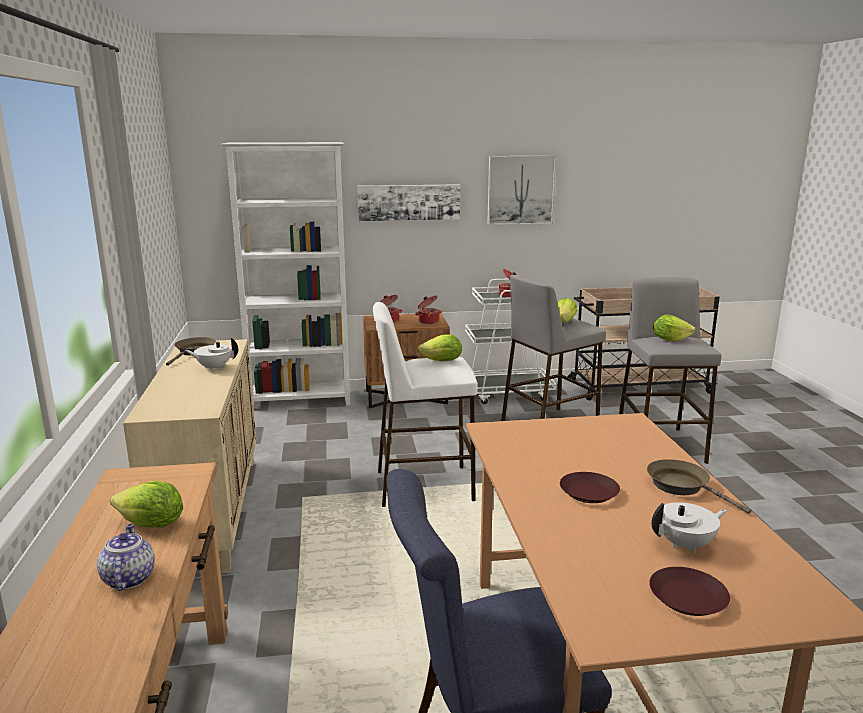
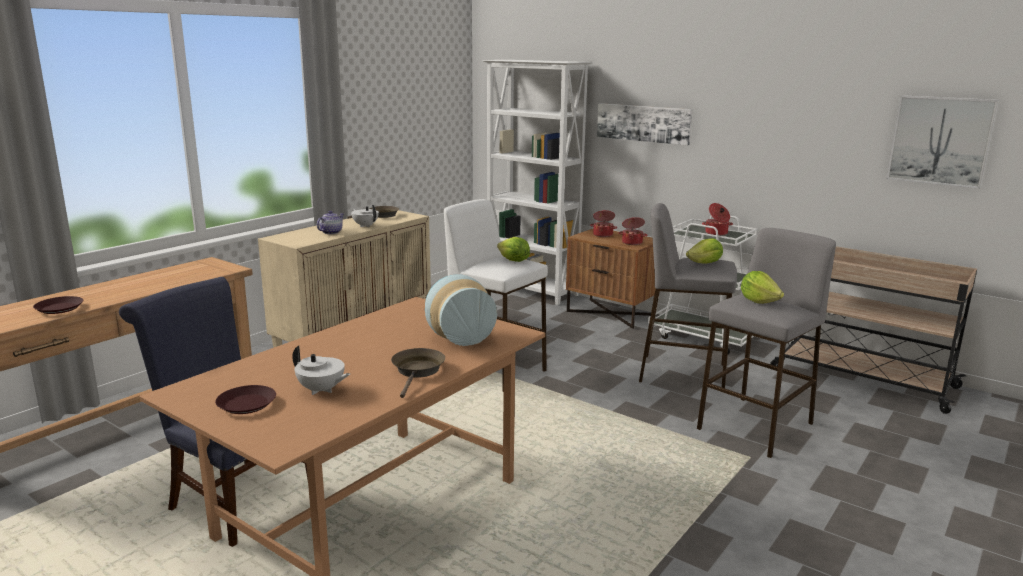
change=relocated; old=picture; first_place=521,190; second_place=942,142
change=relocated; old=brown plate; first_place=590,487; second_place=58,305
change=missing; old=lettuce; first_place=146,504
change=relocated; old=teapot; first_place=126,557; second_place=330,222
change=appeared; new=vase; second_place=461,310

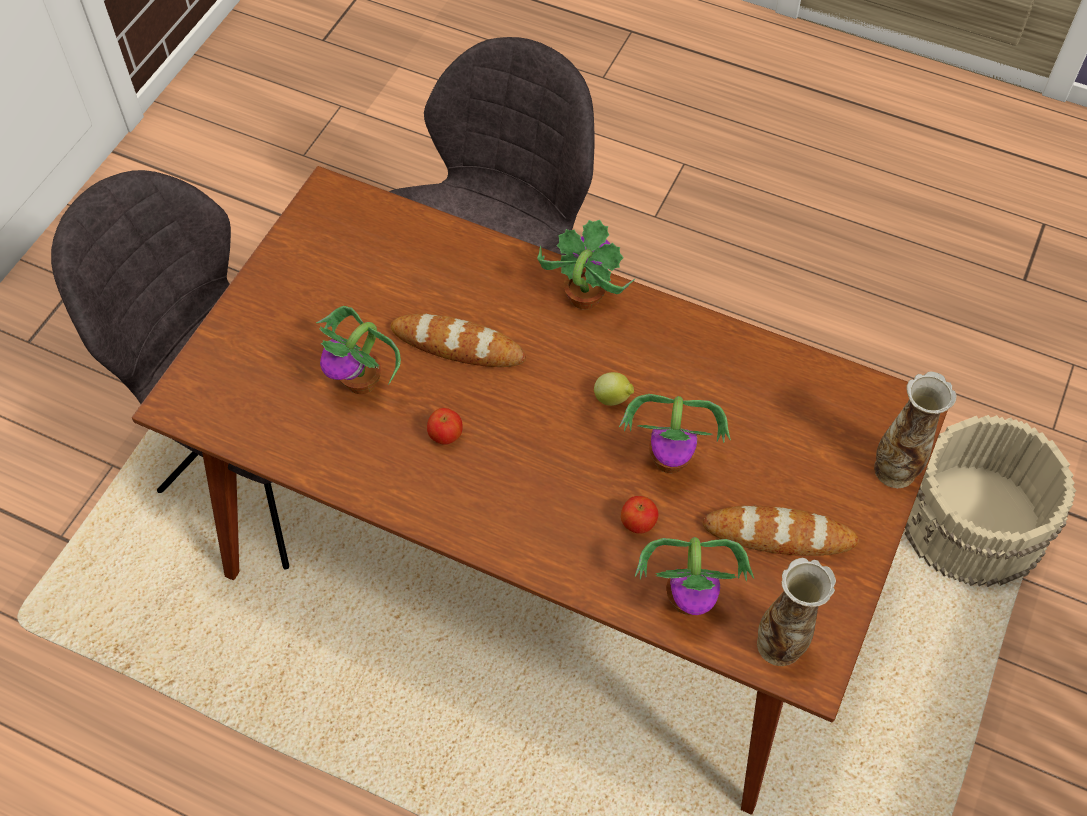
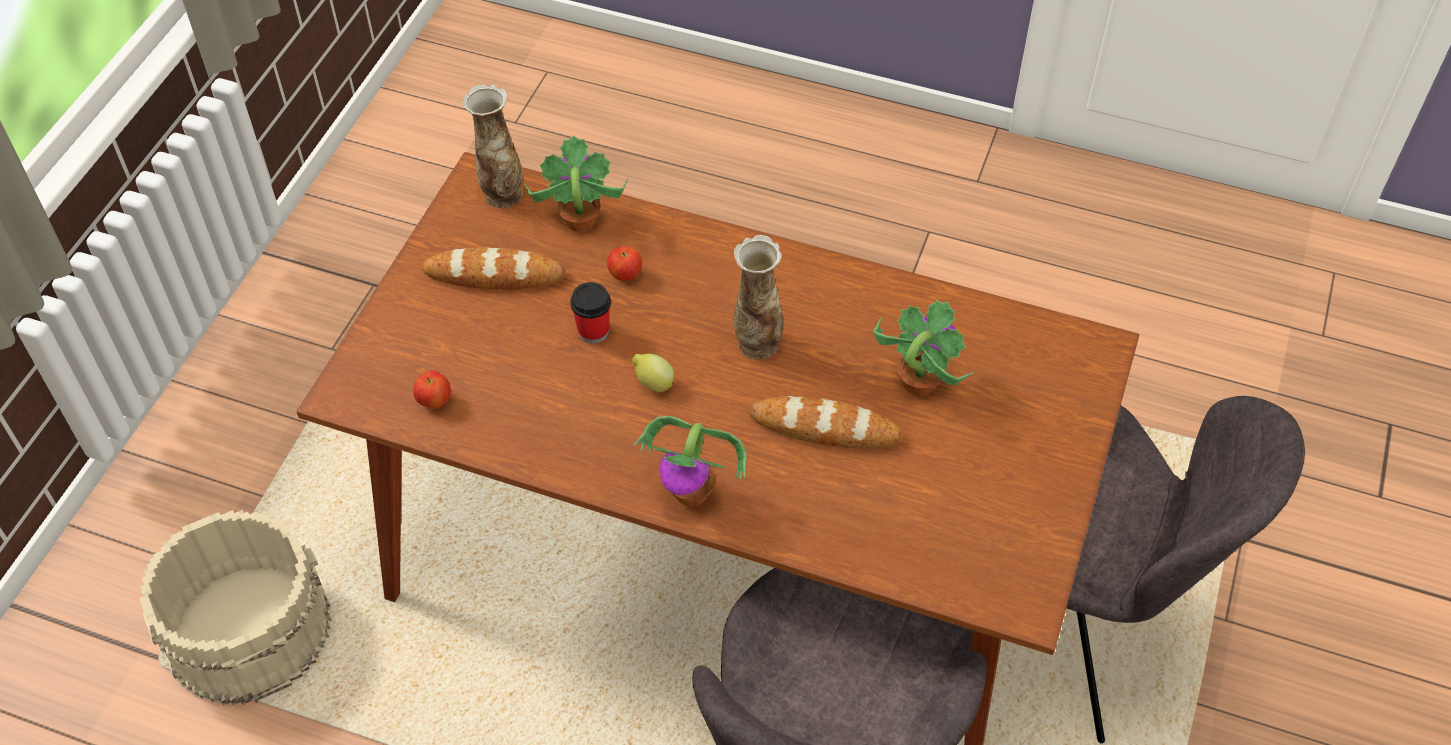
change=relocated; old=vase; first_place=915,429; second_place=758,297
change=exchanged; old=potted plant; new=cup; first_place=675,433; second_place=590,312
change=relocated; old=apple; first_place=445,426; second_place=432,389

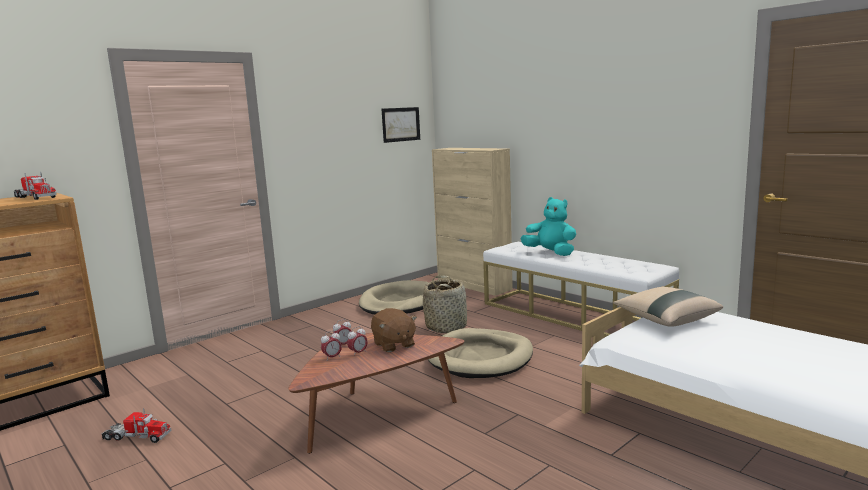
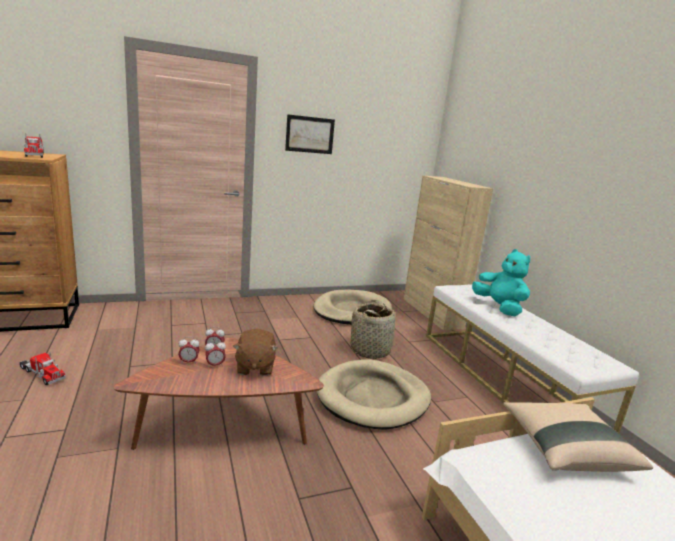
change=relocated; old=picture; first_place=401,125; second_place=310,134

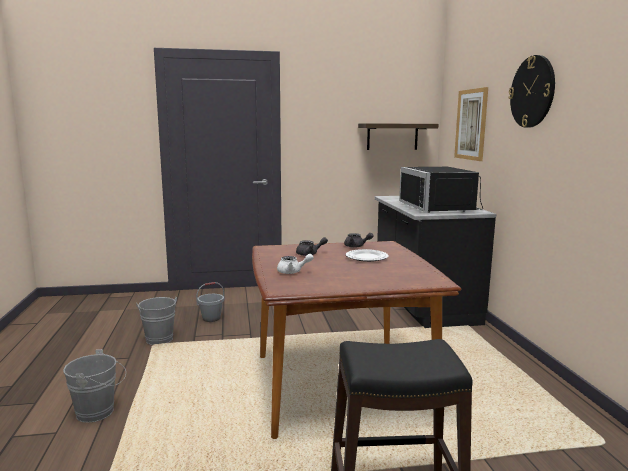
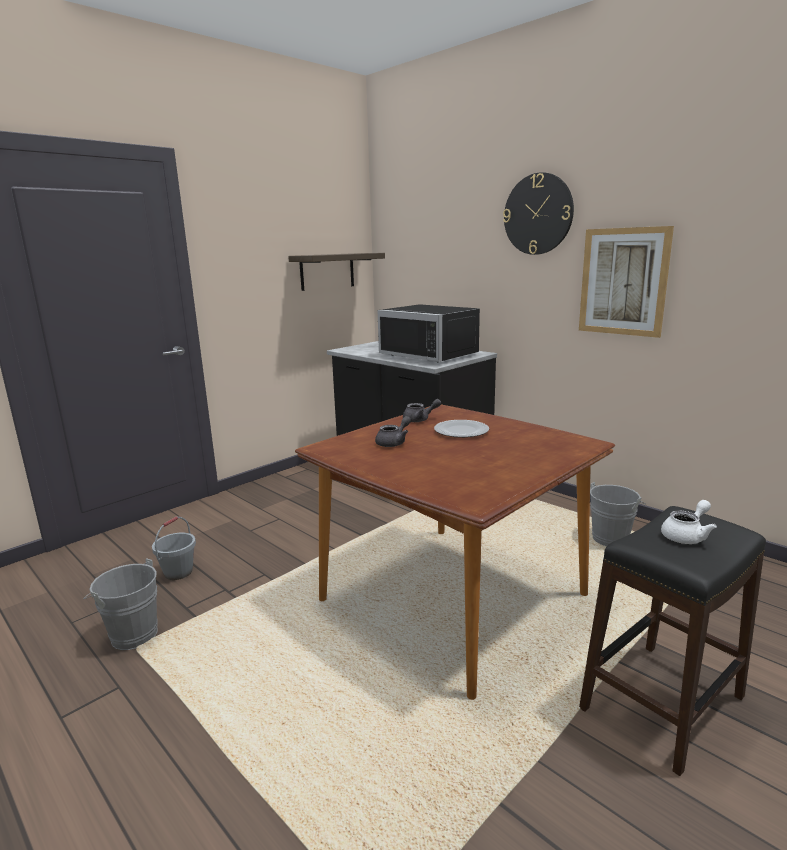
change=relocated; old=picture; first_place=471,124; second_place=626,282
change=relocated; old=white teapot; first_place=295,264; second_place=689,522
change=relocated; old=grey bucket; first_place=94,386; second_place=617,514

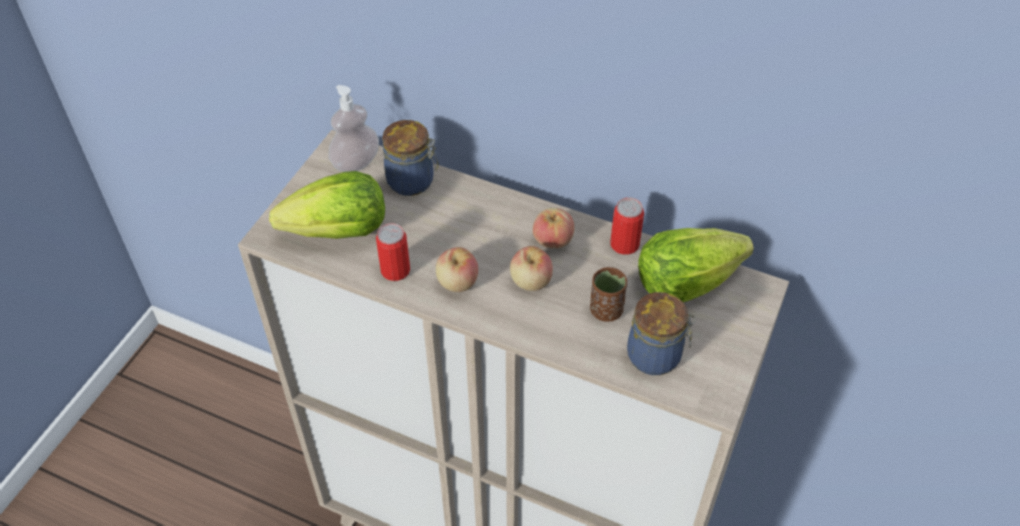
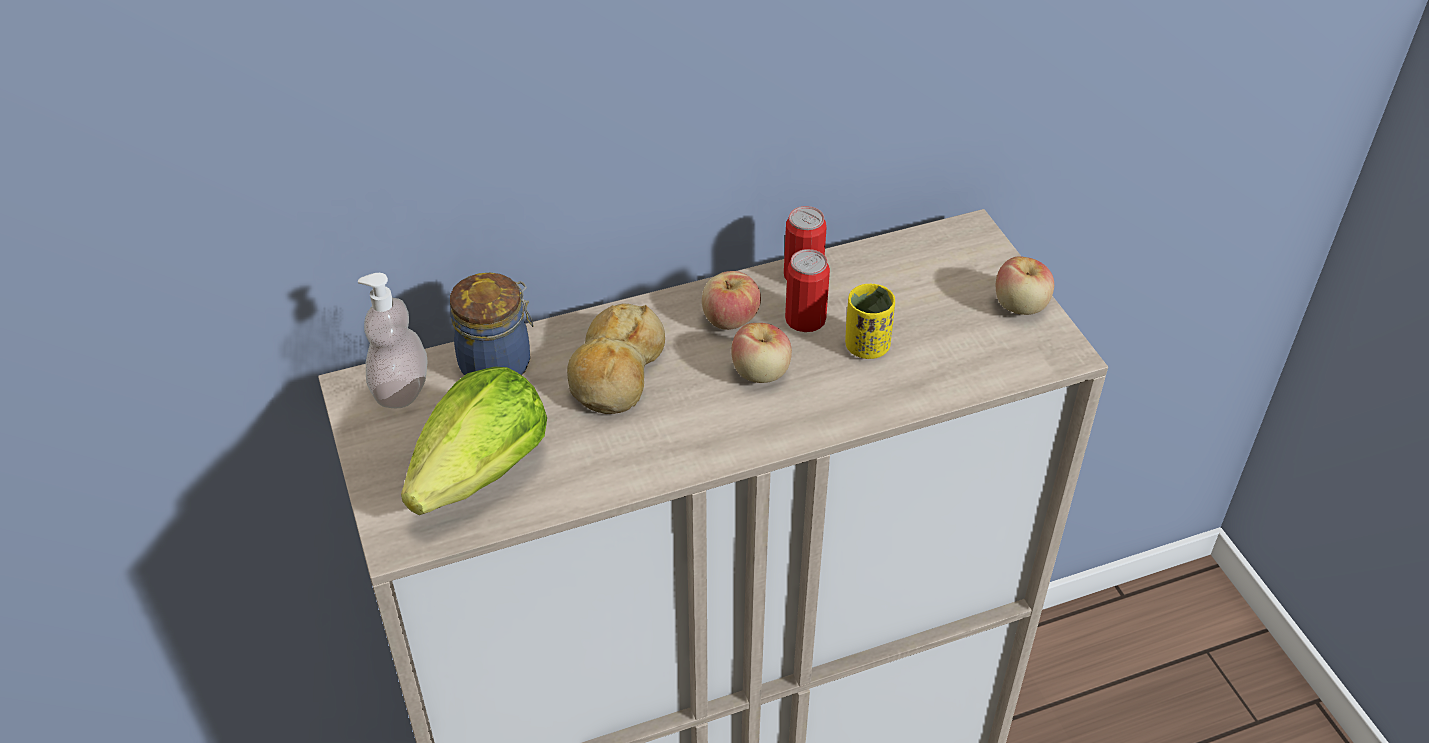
change=relocated; old=can; first_place=393,252; second_place=807,290
change=missing; old=lettuce; first_place=696,265
change=relocated; old=apple; first_place=457,269; second_place=1025,285
change=colour; old=brown cup; new=yellow cup; first_place=608,294; second_place=870,321
change=missing; old=jar; first_place=661,333
change=appeared; new=bread; second_place=616,358

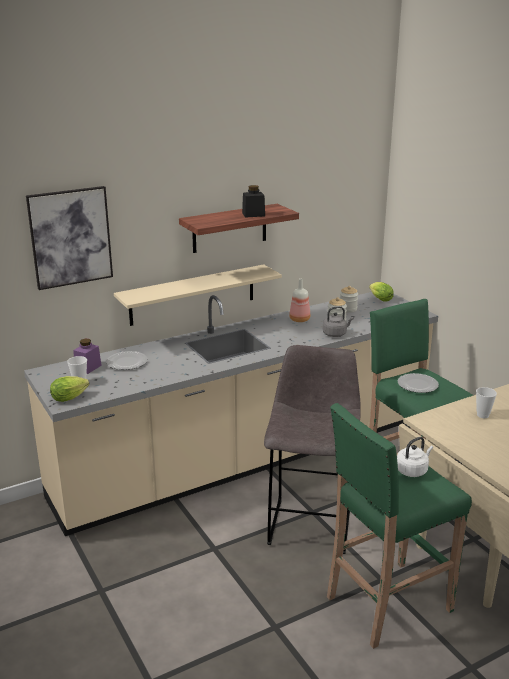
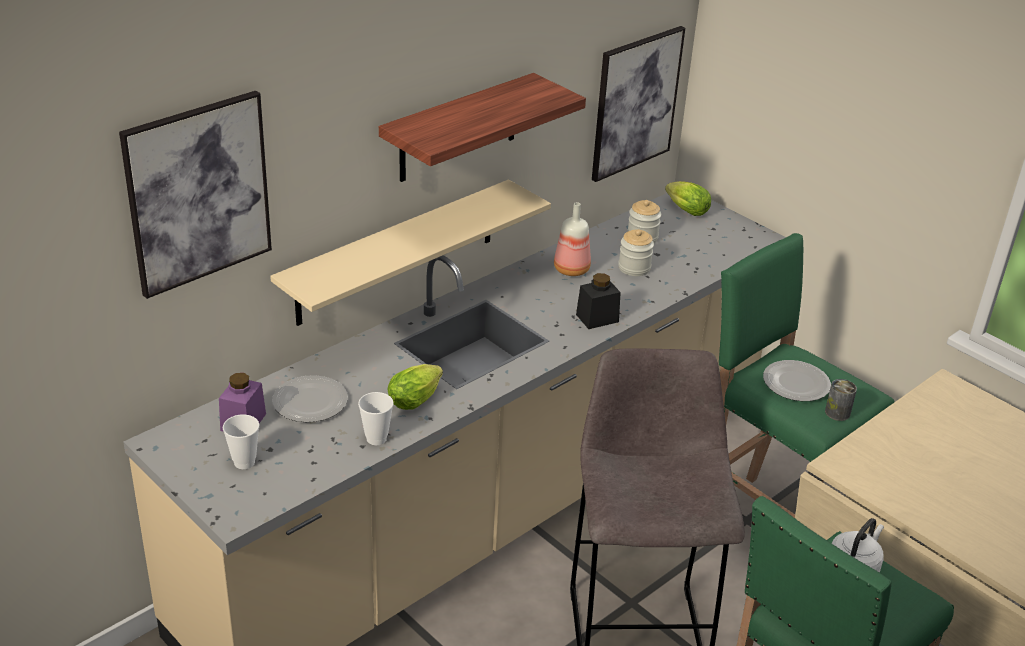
change=relocated; old=black jar; first_place=253,201; second_place=598,301
change=missing; old=grey kettle; first_place=338,321
change=relocated; old=lettuce; first_place=69,389; second_place=415,387
change=relocated; old=cup; first_place=486,402; second_place=376,418
change=appeared; new=picture; second_place=638,104
change=appeared; new=can; second_place=841,400

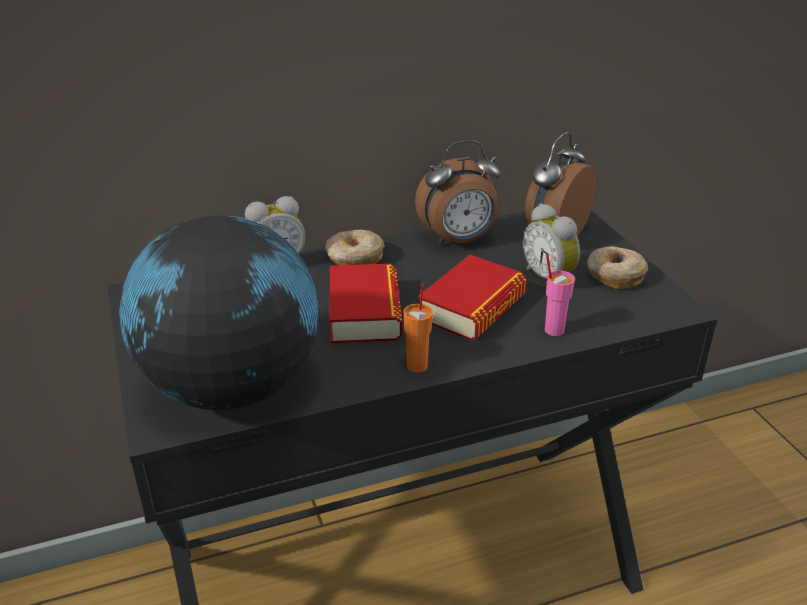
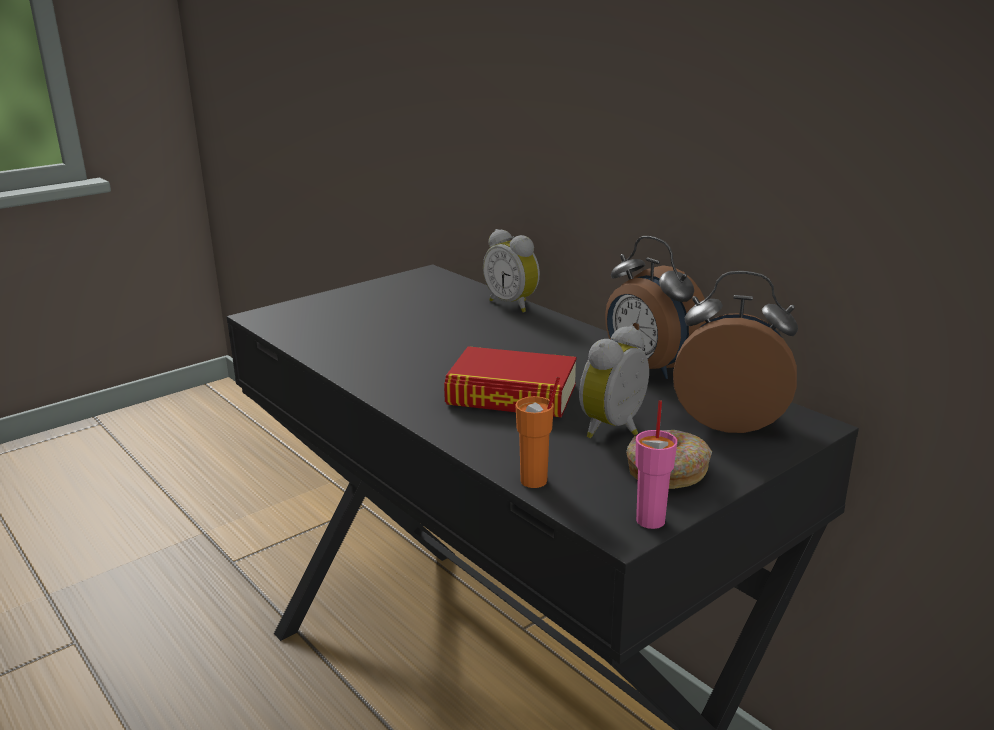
change=missing; old=globe; first_place=219,313
change=missing; old=donut; first_place=355,247
change=relocated; old=pink cup; first_place=560,295; second_place=656,464
change=missing; old=book; first_place=365,303
change=relocated; old=orange cup; first_place=418,328; second_place=537,432

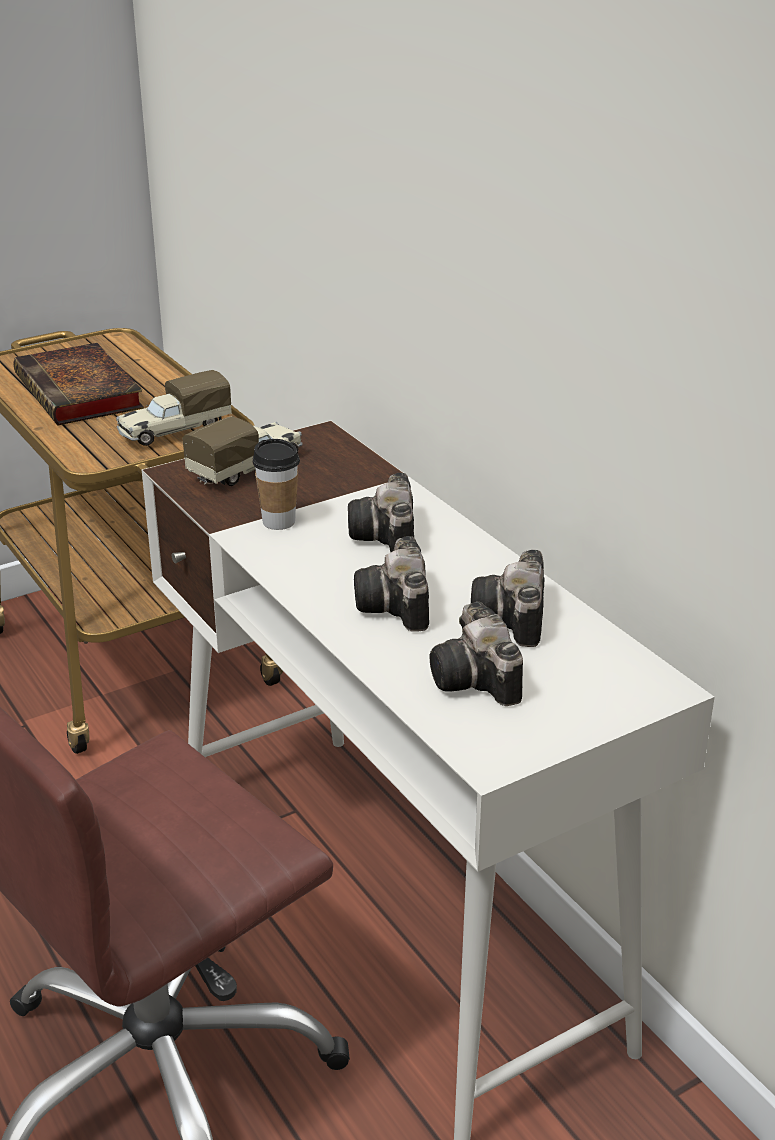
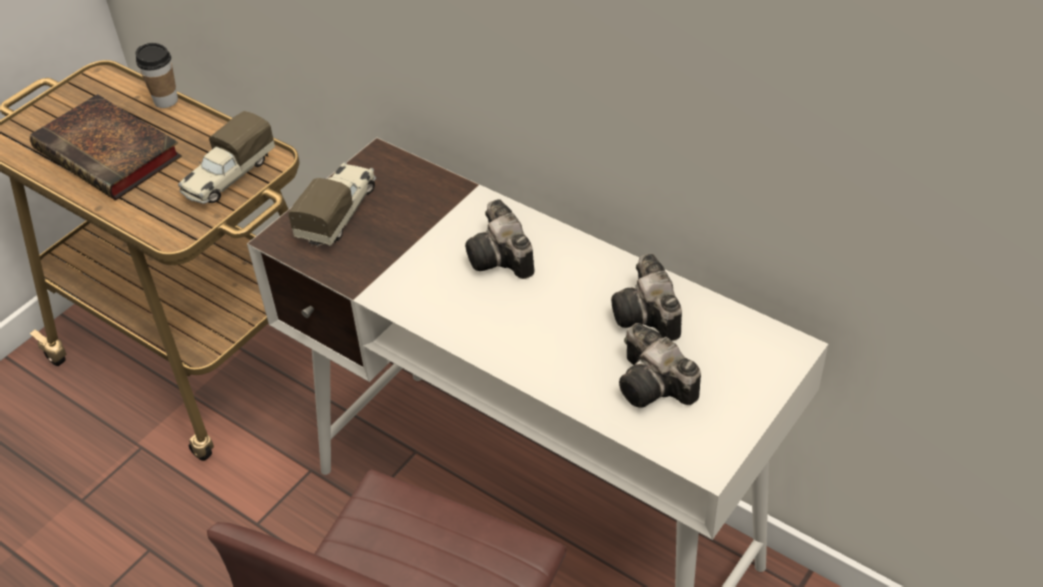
change=relocated; old=cup; first_place=276,484; second_place=156,75
change=missing; old=photo camera; first_place=391,584

